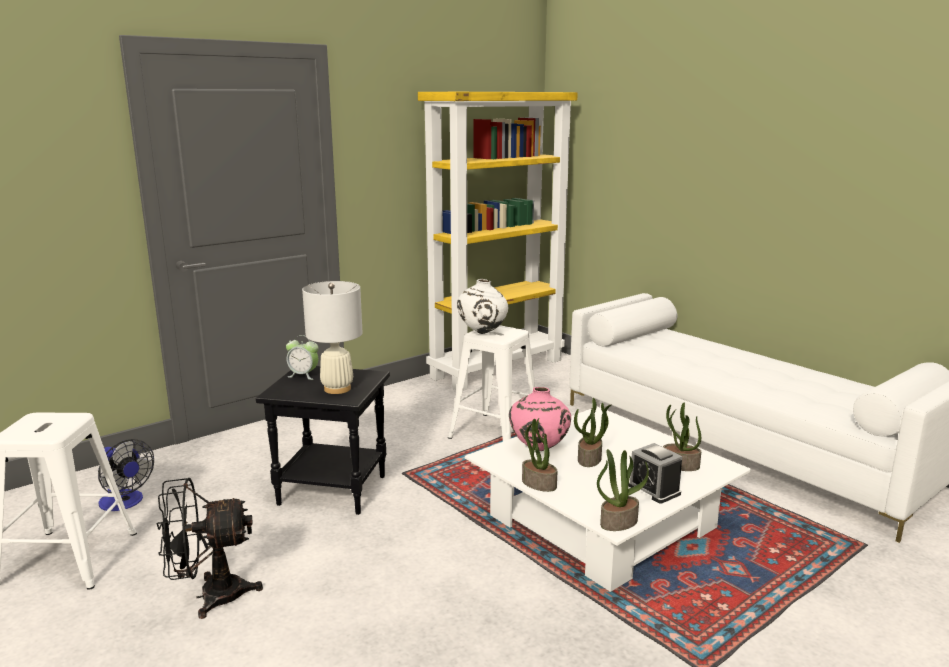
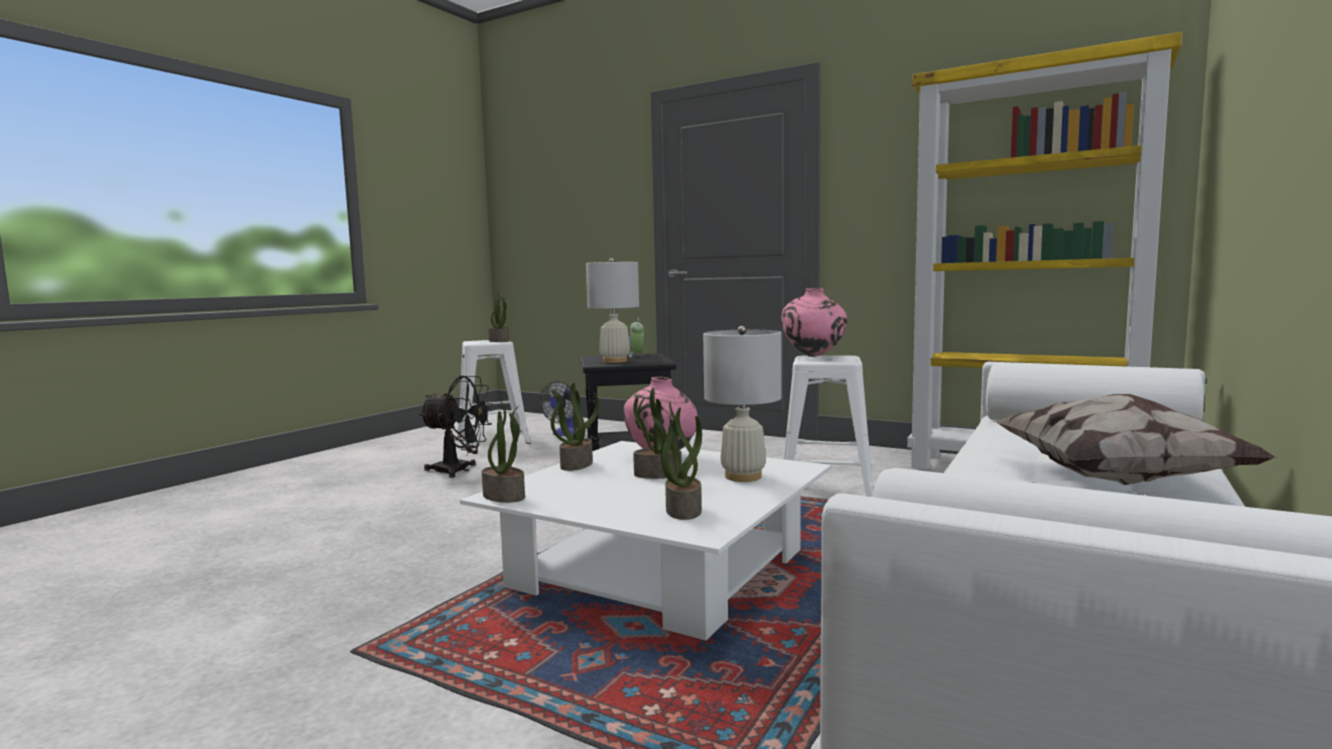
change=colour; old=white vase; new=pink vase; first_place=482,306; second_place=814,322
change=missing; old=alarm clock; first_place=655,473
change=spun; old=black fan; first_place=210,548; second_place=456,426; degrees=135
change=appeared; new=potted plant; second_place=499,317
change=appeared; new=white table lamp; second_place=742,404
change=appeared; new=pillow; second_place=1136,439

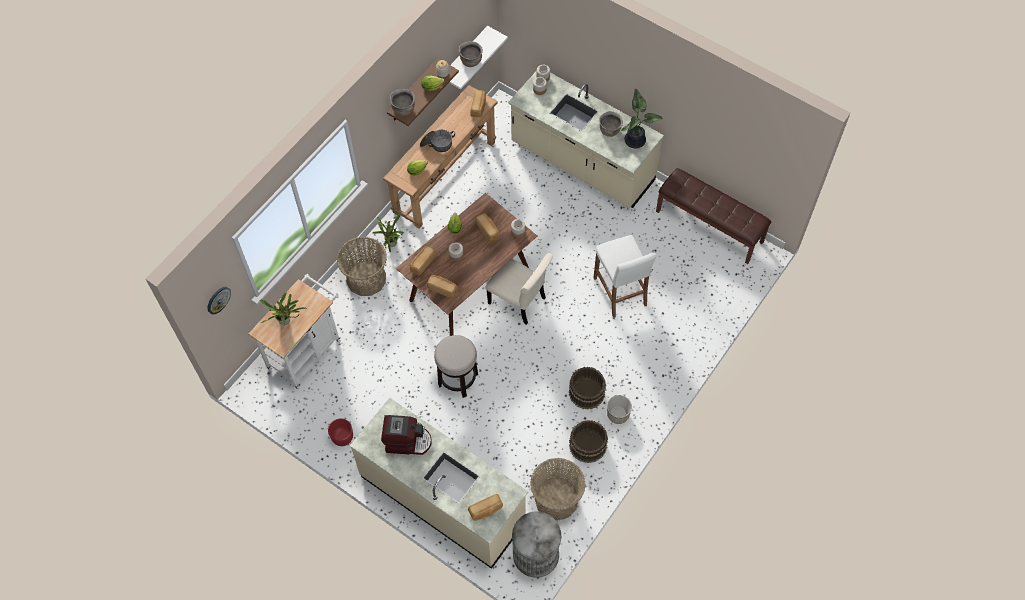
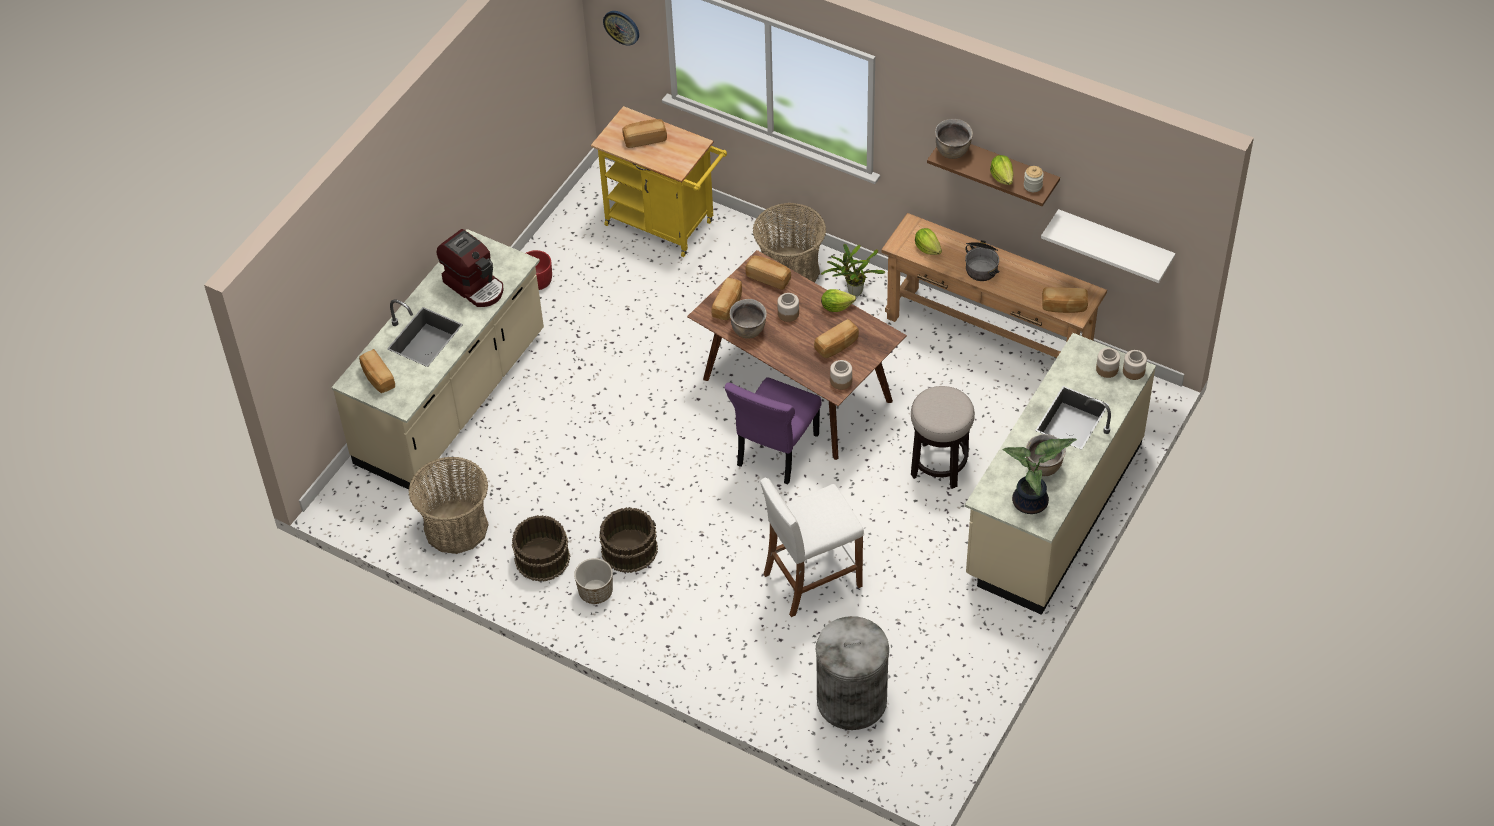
change=relocated; old=brown cooking pot; first_place=471,54; second_place=748,318
change=missing; old=brown bench; first_place=714,216
change=colour; old=beige chair; new=purple chair; first_place=519,289; second_place=773,431
change=colour; old=white cart; new=yellow cart; first_place=295,332; second_place=659,181
change=exchanged; old=potted plant; new=bread; first_place=283,308; second_place=644,133
change=relocated; old=stool; first_place=456,366; second_place=943,437
change=spun; old=coffee machine; first_place=406,435; second_place=470,268; degrees=-45
change=relocated; old=grey trash can; first_place=536,544; second_place=852,673

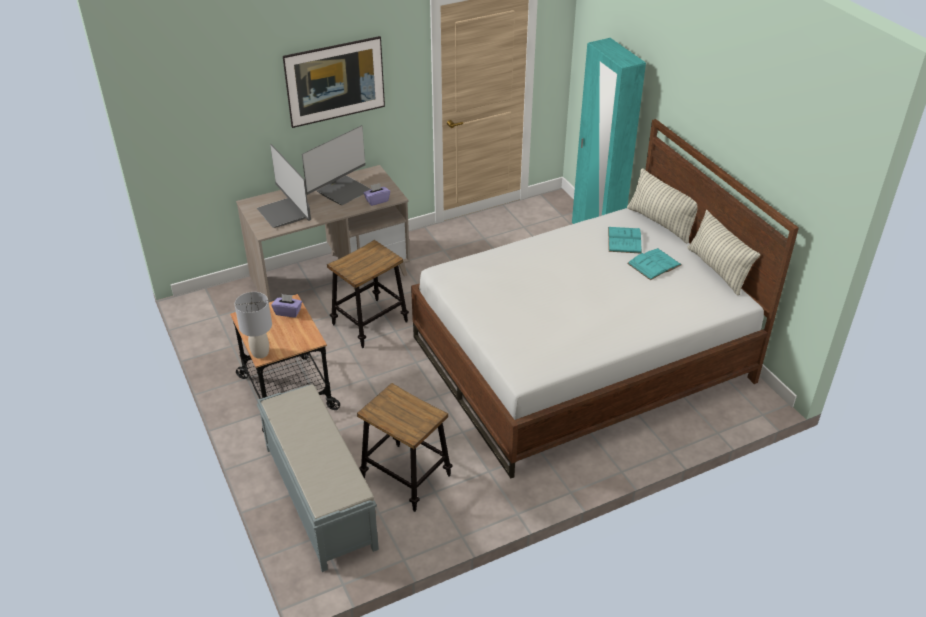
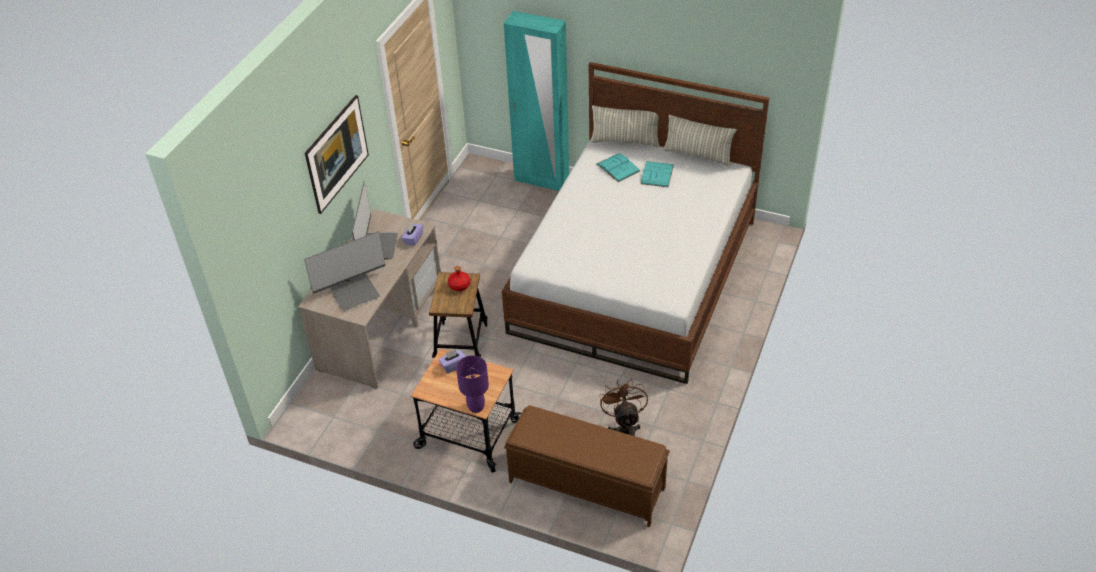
change=spun; old=monitor; first_place=284,186; second_place=344,271; degrees=-45
change=colour; old=grey table lamp; new=purple table lamp; first_place=253,325; second_place=472,384
change=exchanged; old=stool; new=brown fan; first_place=405,447; second_place=624,407
change=colour; old=grey bench; new=brown bench; first_place=318,478; second_place=587,466
change=appeared; new=red bottle; second_place=459,278

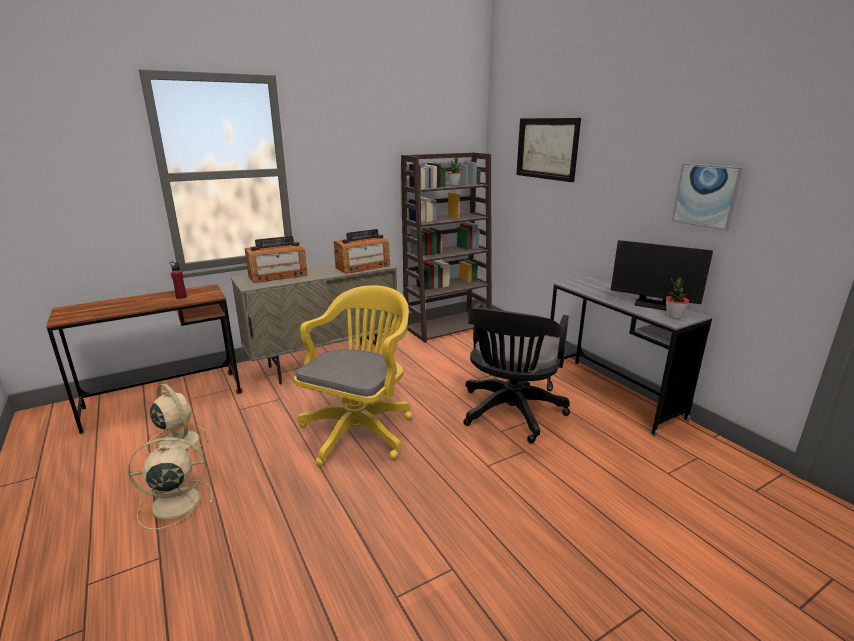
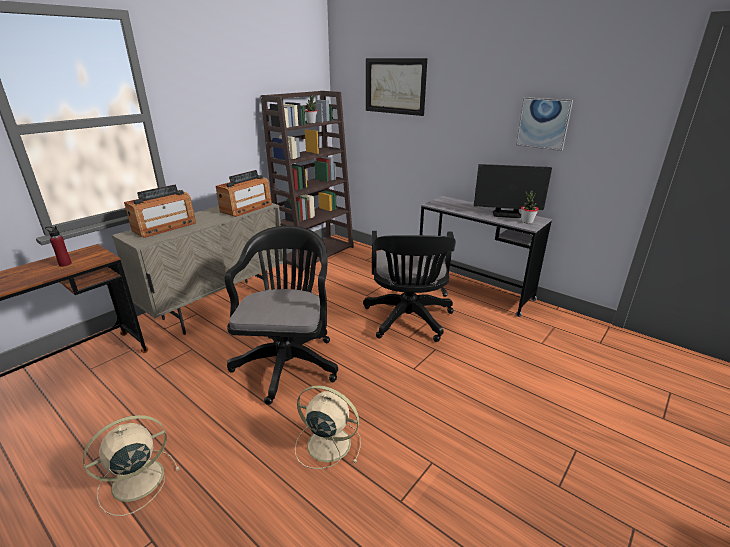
change=colour; old=yellow office chair; new=black office chair; first_place=353,375; second_place=281,315
change=relocated; old=beige fan; first_place=177,419; second_place=328,427

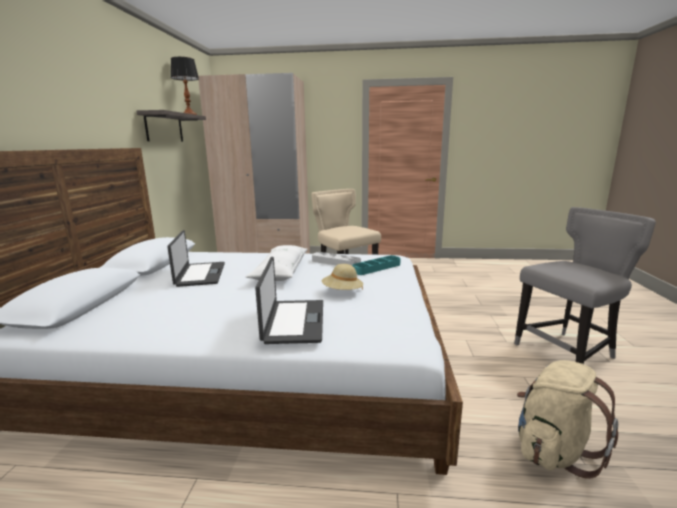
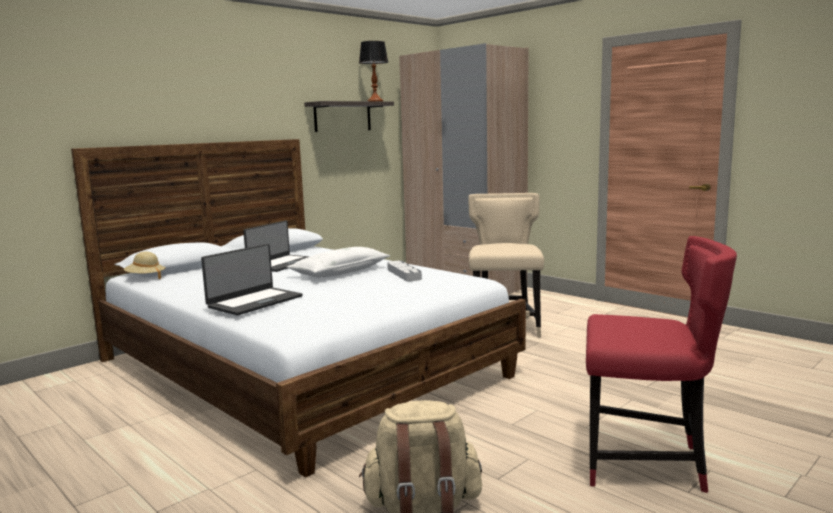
change=colour; old=grey chair; new=red chair; first_place=585,285; second_place=661,364
change=missing; old=turquoise tray; first_place=377,265
change=relocated; old=beige hat; first_place=342,277; second_place=145,265

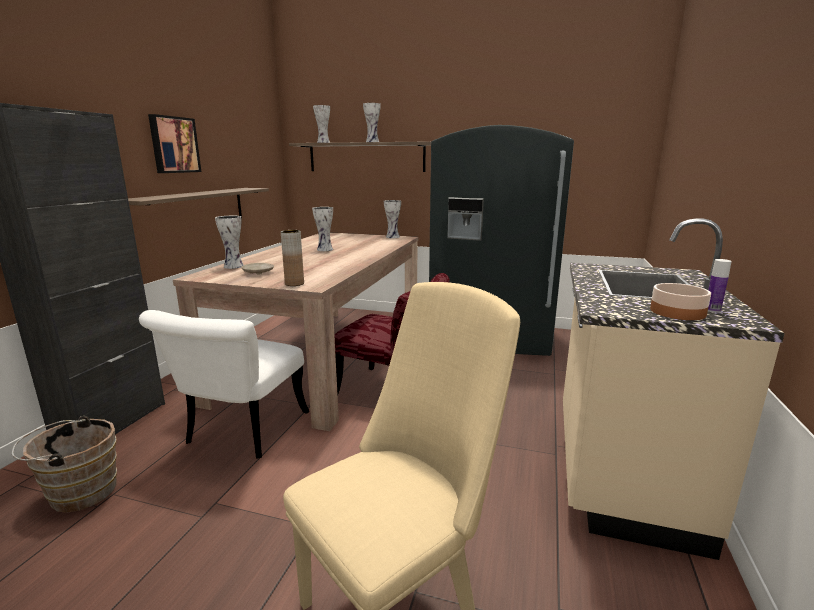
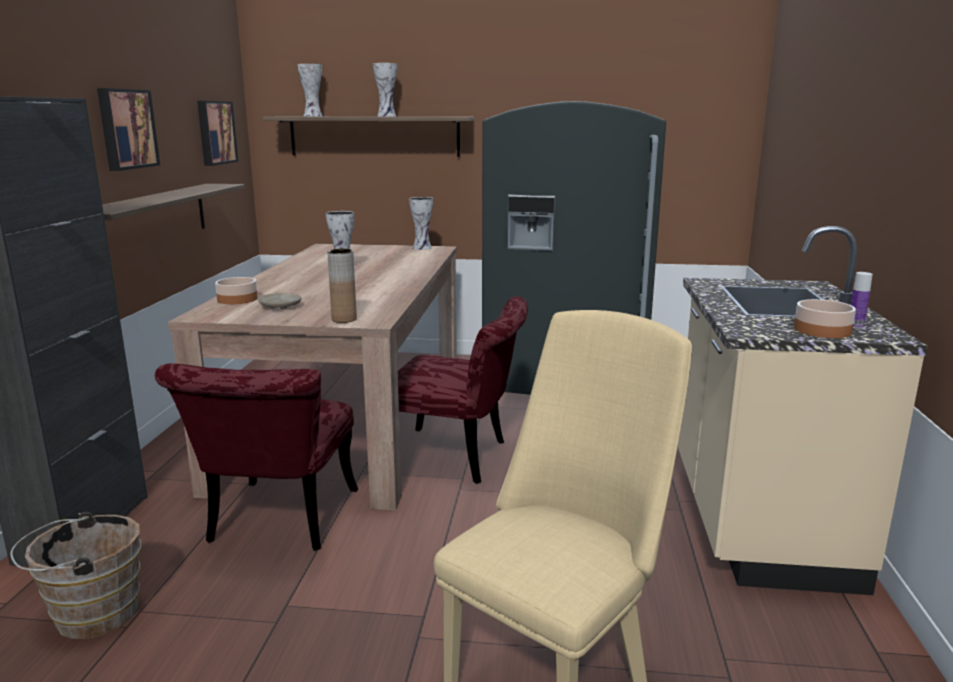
change=exchanged; old=vase; new=bowl; first_place=229,242; second_place=236,290
change=colour; old=white chair; new=red chair; first_place=224,384; second_place=256,457
change=appeared; new=picture; second_place=217,133

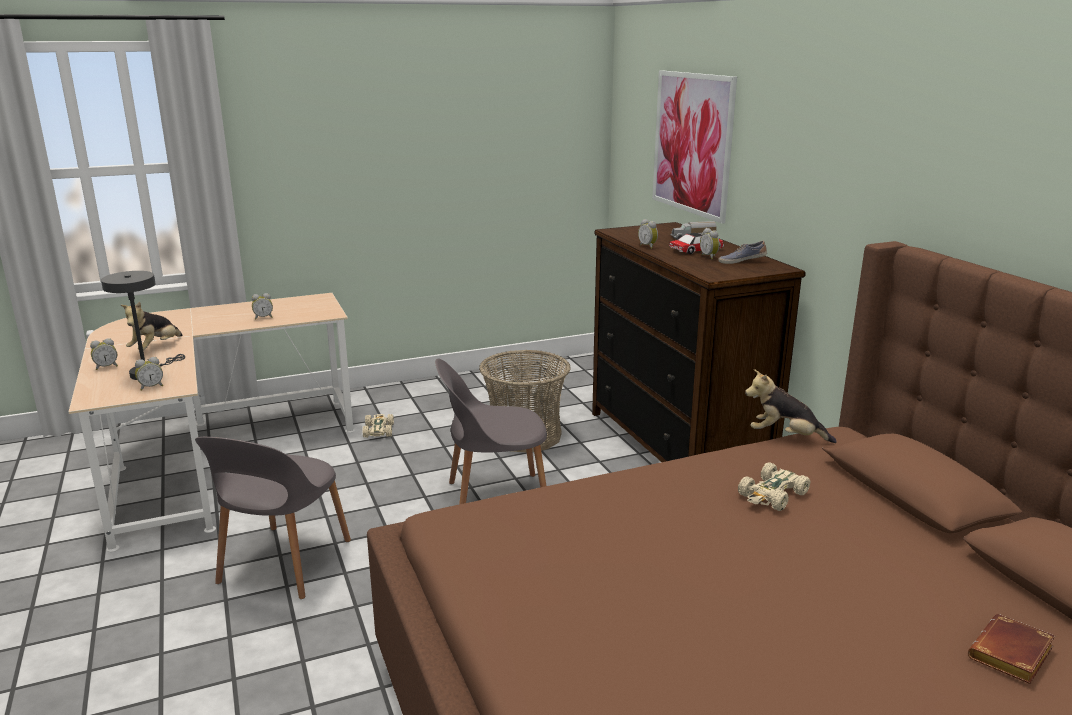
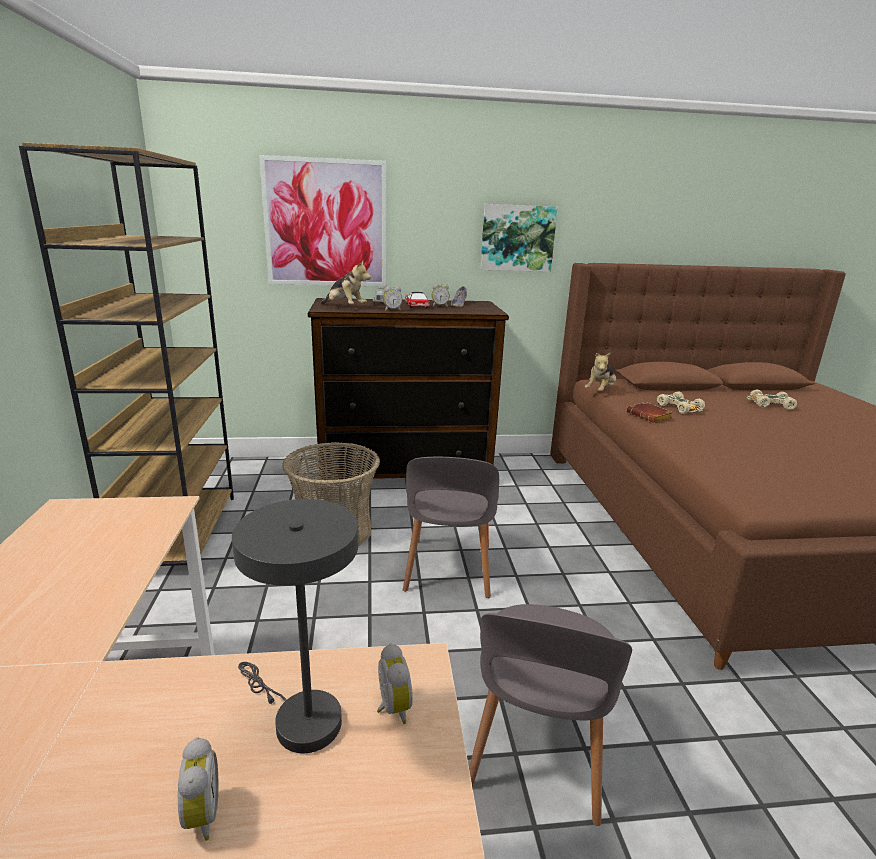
change=missing; old=alarm clock; first_place=262,306
change=relocated; old=plush toy; first_place=152,326; second_place=345,282
change=relocated; old=beige toy car; first_place=378,426; second_place=772,399
change=spun; old=grey chair; first_place=273,518; second_place=550,715; degrees=75
change=relocated; old=brown book; first_place=1011,649; second_place=650,412
change=appeared; new=brown bookcase; second_place=126,354
change=appeared; new=picture; second_place=519,238

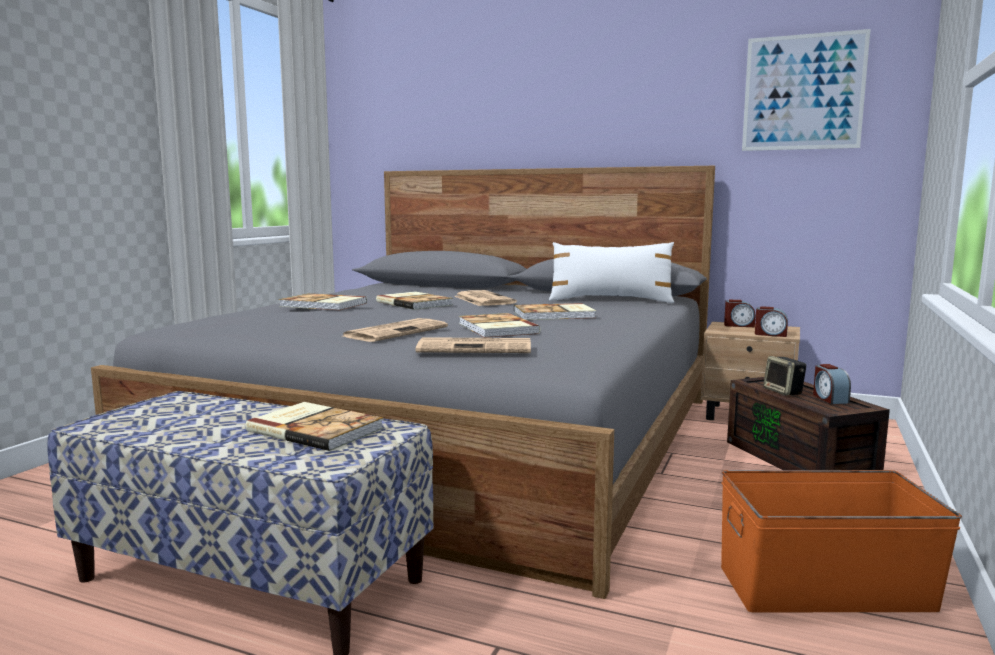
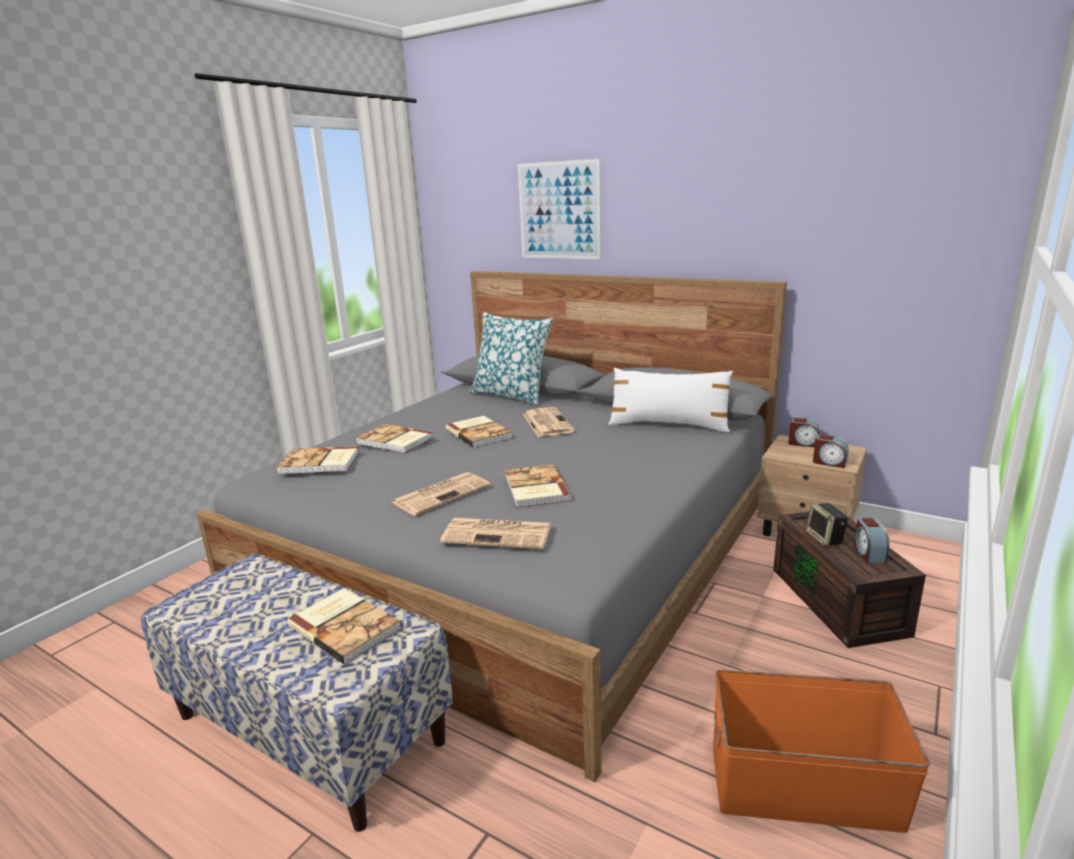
change=relocated; old=picture; first_place=806,90; second_place=559,209
change=relocated; old=book; first_place=555,311; second_place=317,460
change=appeared; new=pillow; second_place=511,359

